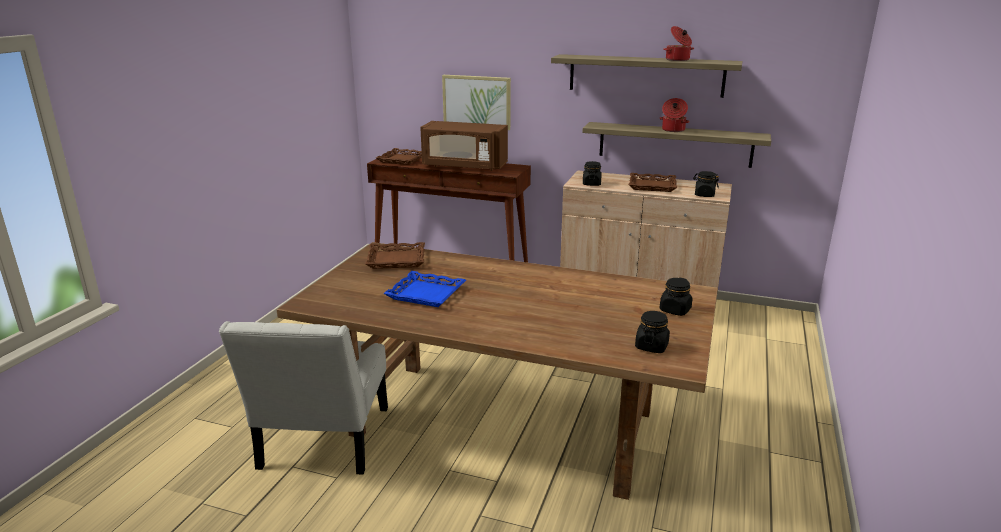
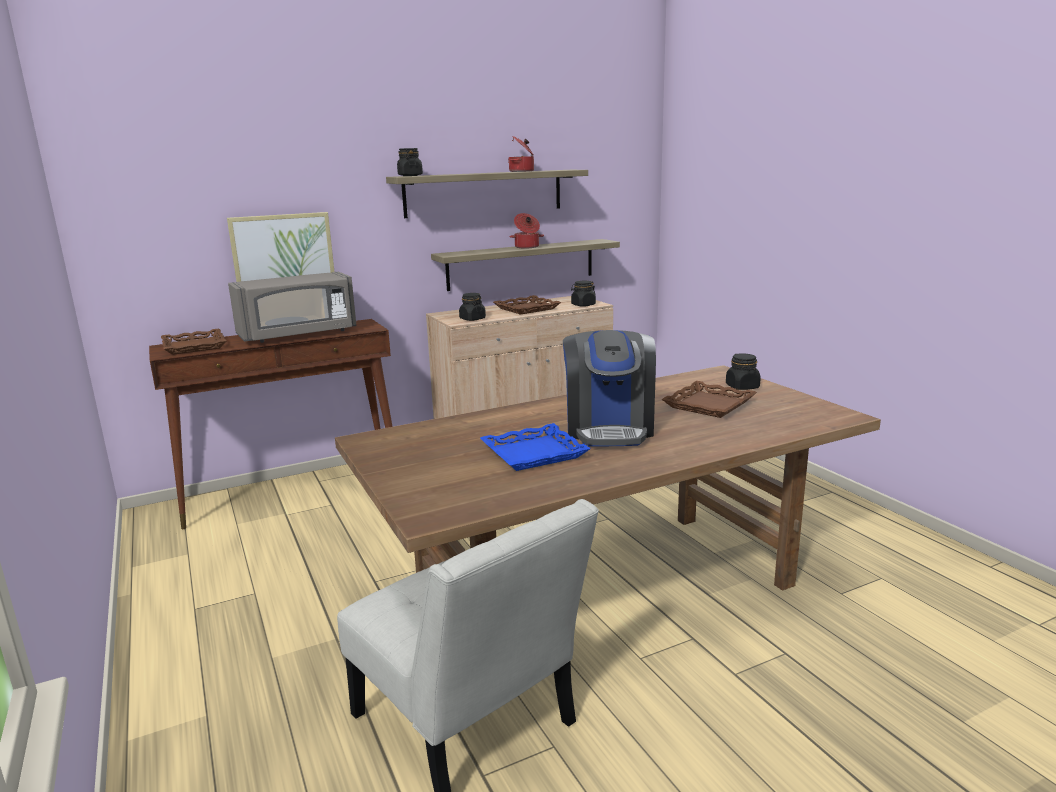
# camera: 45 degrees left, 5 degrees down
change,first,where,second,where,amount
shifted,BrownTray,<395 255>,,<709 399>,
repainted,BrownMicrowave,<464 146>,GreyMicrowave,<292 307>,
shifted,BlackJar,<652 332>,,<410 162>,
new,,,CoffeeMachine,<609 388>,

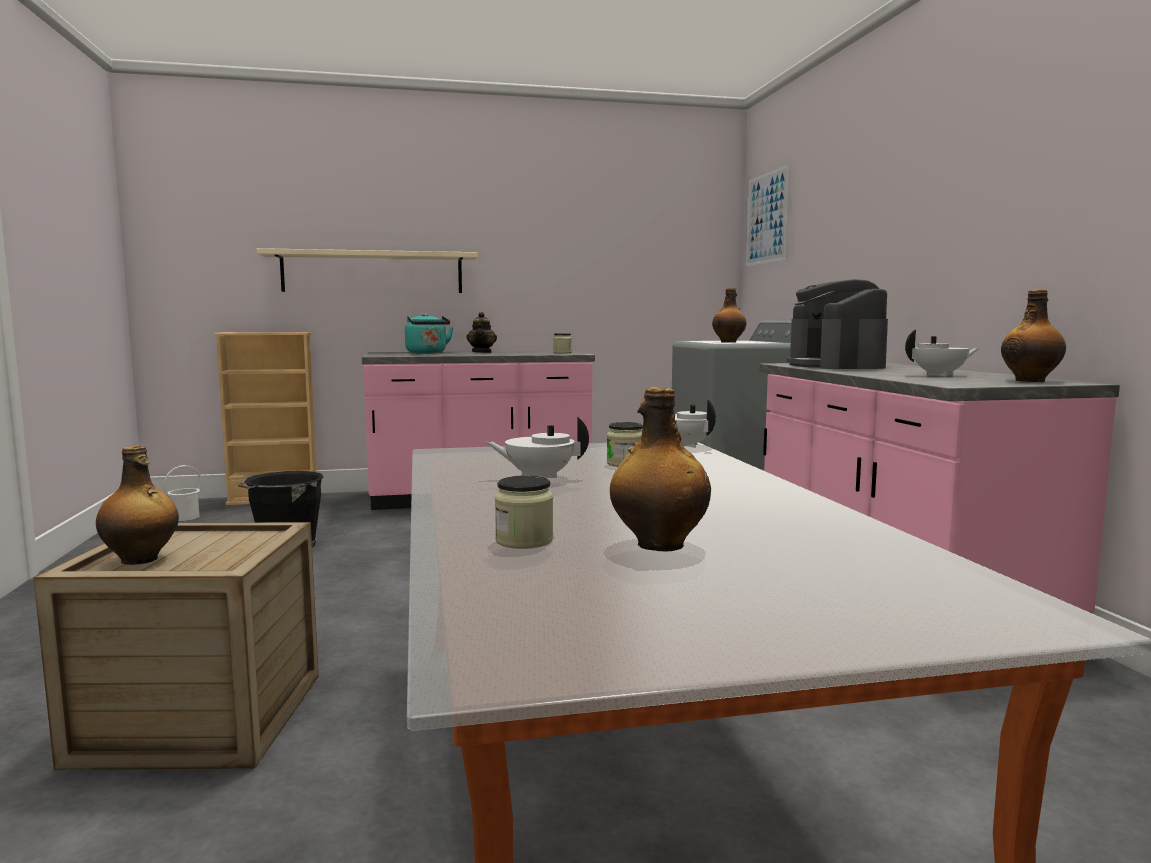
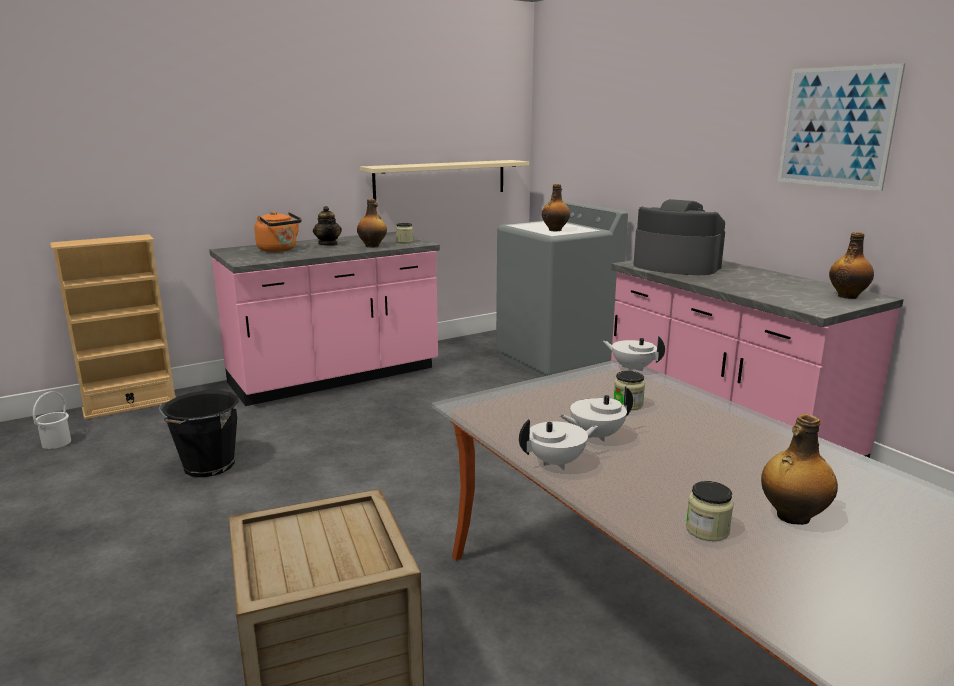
# camera: 20 degrees left, 10 degrees up
change,first,where,second,where,amount
shifted,Bottle,<137 505>,,<372 223>,
shifted,BeigeShelf,<367 270>,,<444 180>,
repainted,TurquoiseKettle,<429 333>,OrangeKettle,<278 231>,
shifted,Picture,<768 215>,,<841 127>,
rotated,CoffeeMachine,<837 324>,,<679 237>,150 degrees clockwise
shifted,WhiteTeapot,<942 353>,,<558 444>,

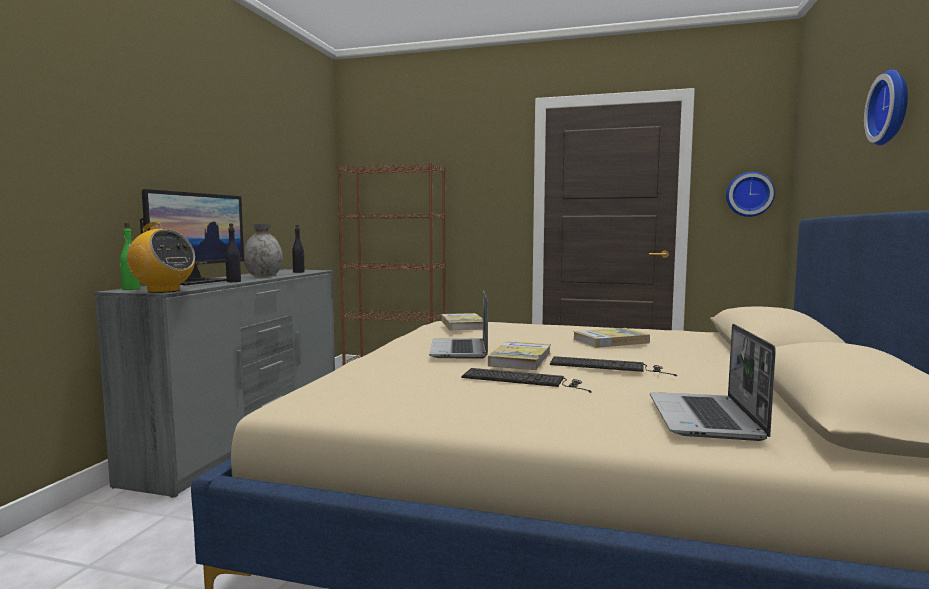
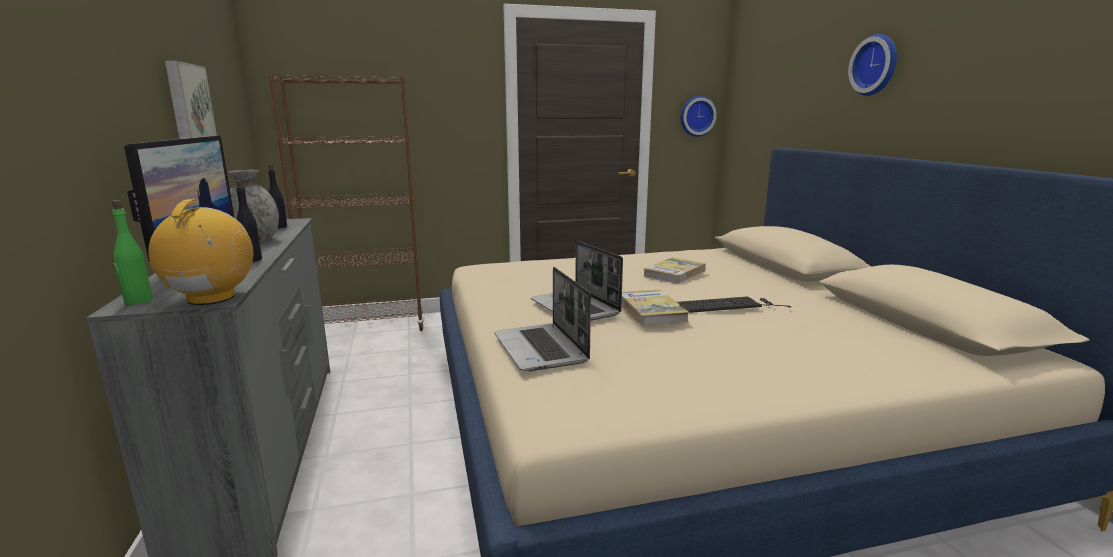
# camera: 30 degrees left, 10 degrees up
change,first,where,second,where,amount
rotated,Radio,<159 257>,,<200 252>,90 degrees counterclockwise
gone,Book,<462 322>,,,
gone,Keyboard,<526 380>,,,
shifted,Laptop,<713 382>,,<542 319>,
new,,,Picture,<191 100>,

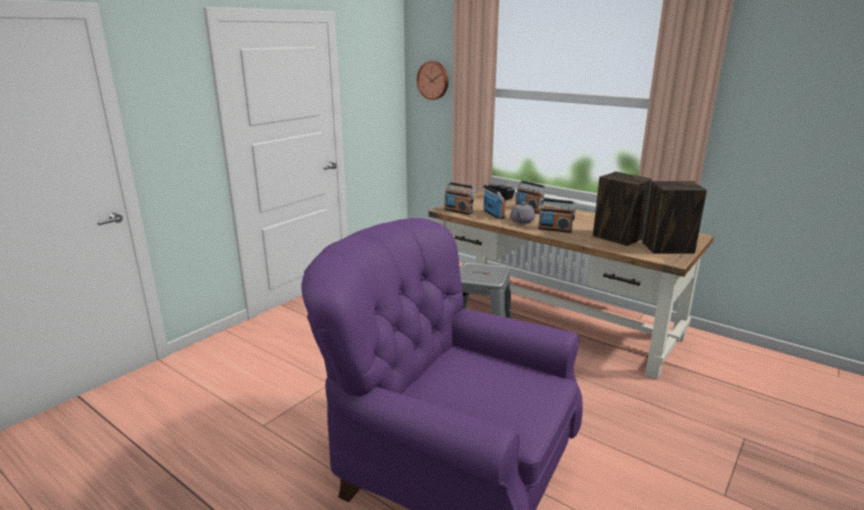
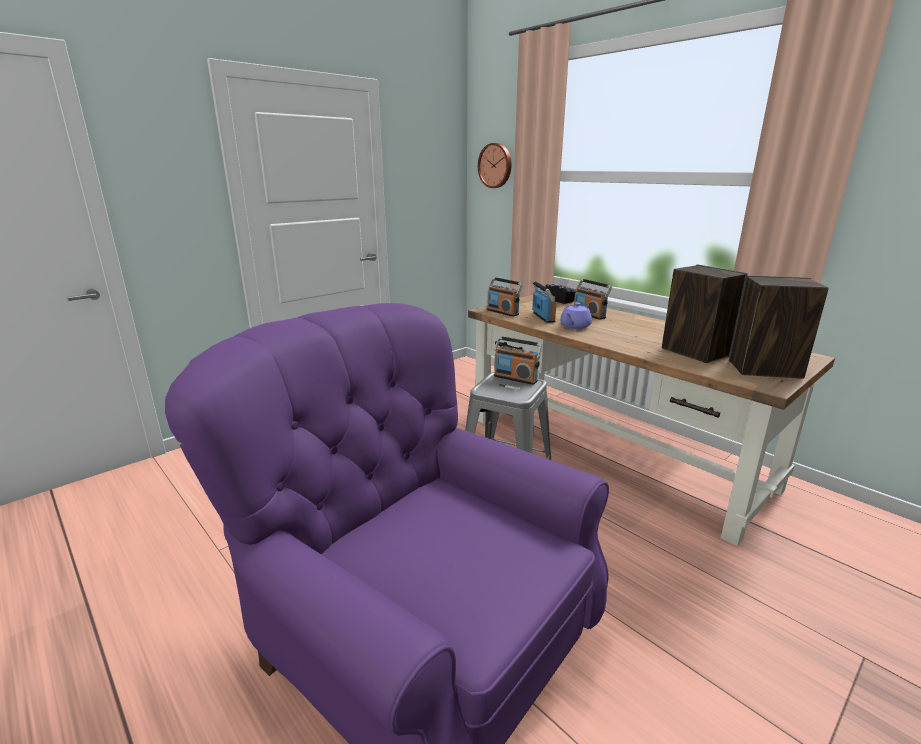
# camera: 10 degrees right, 0 degrees up
change,first,where,second,where,amount
repainted,GreyTeapot,<522 213>,PurpleTeapot,<576 316>,
shifted,Radio,<557 215>,,<518 360>,

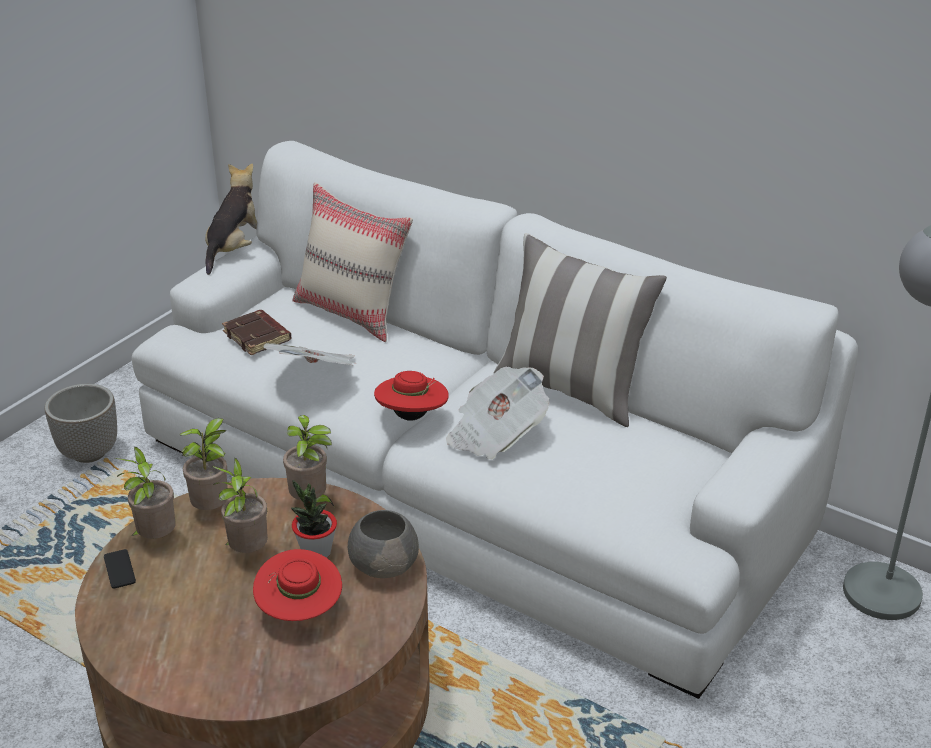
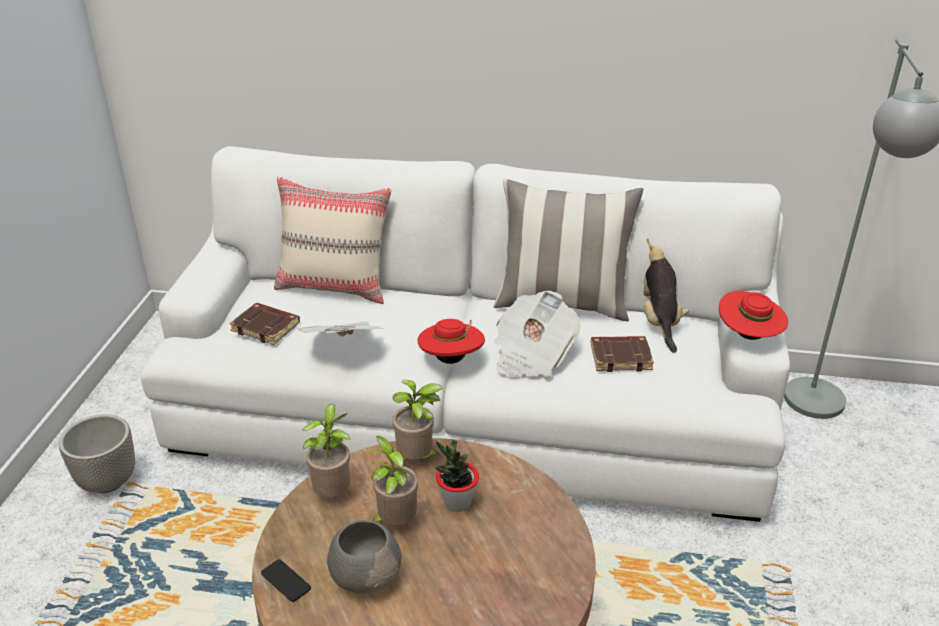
# camera: 25 degrees left, 0 degrees up
change,first,where,second,where,amount
gone,PottedPlant,<145 493>,,,
shifted,PlushToy,<231 219>,,<666 295>,
shifted,RedHat,<297 585>,,<753 315>,
shifted,GreyBowl,<383 544>,,<364 557>,
new,,,BrownBook,<622 354>,

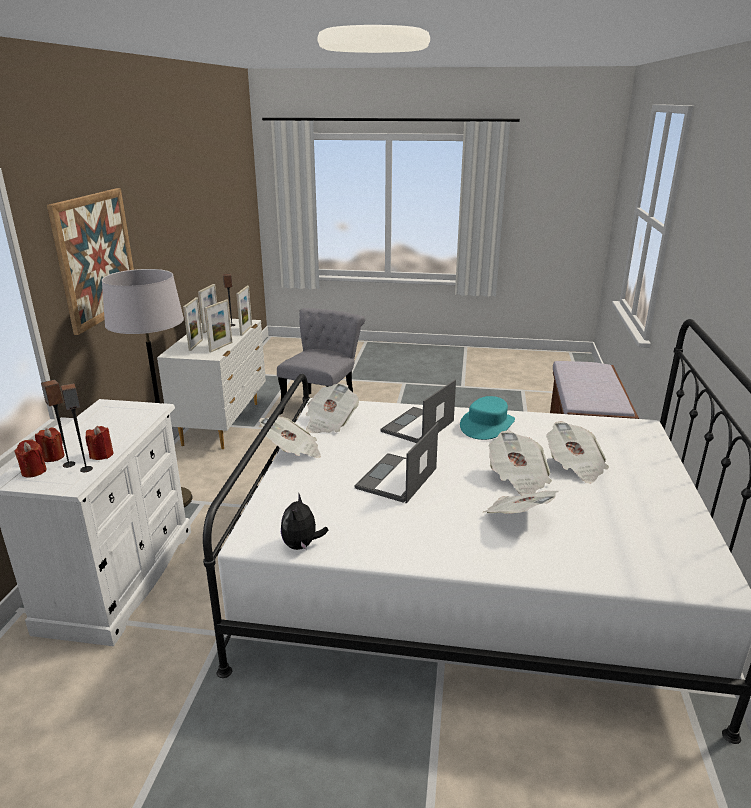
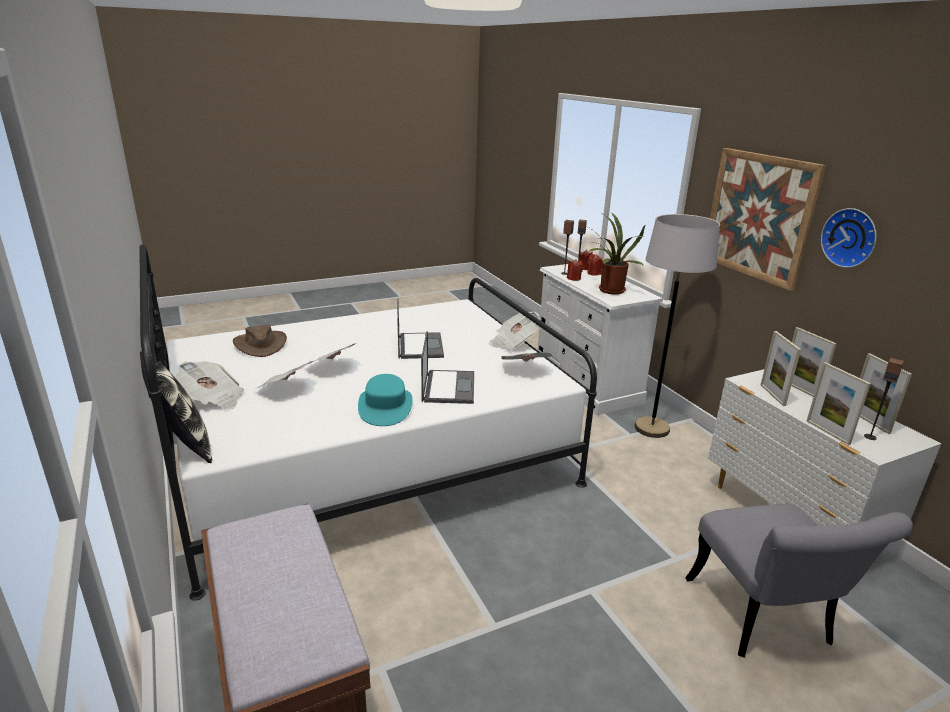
# camera: 145 degrees right, 0 degrees up
change,first,where,second,where,amount
gone,PlushToy,<304 521>,,,
shifted,Newspaper,<520 502>,,<209 385>,
new,,,Pillow,<176 407>,
new,,,BrownHat,<260 341>,
new,,,PottedPlant,<615 253>,
new,,,WallClock,<849 238>,

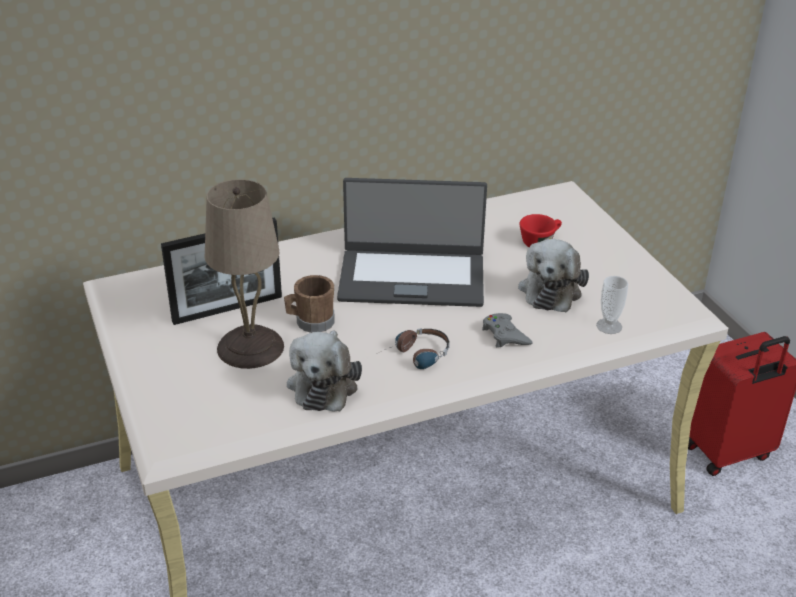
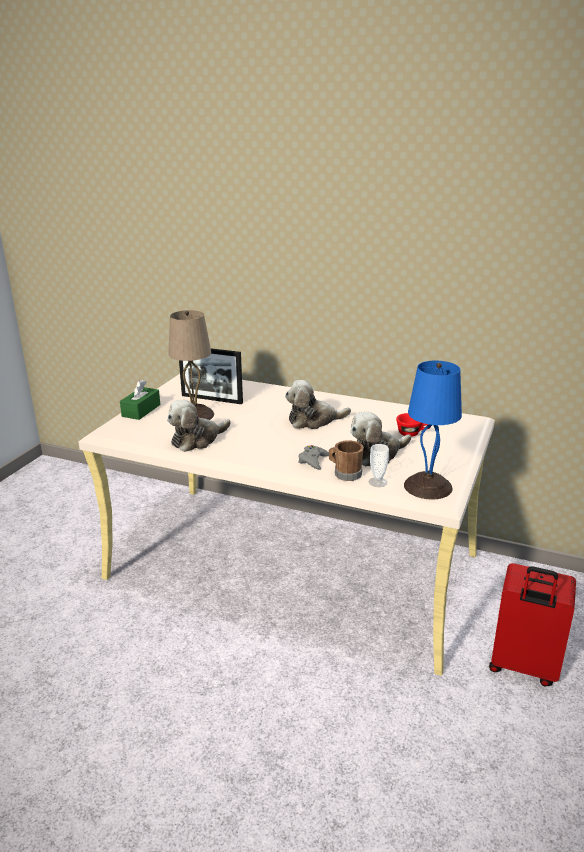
# camera: 45 degrees right, 10 degrees down
change,first,where,second,where,amount
shifted,BrownMug,<309 304>,,<346 460>,
swapped,Laptop,<412 242>,PlushToy,<318 404>,
gone,Headphones,<413 348>,,,
new,,,GreenTissueBox,<140 400>,
new,,,BlueTableLamp,<433 430>,

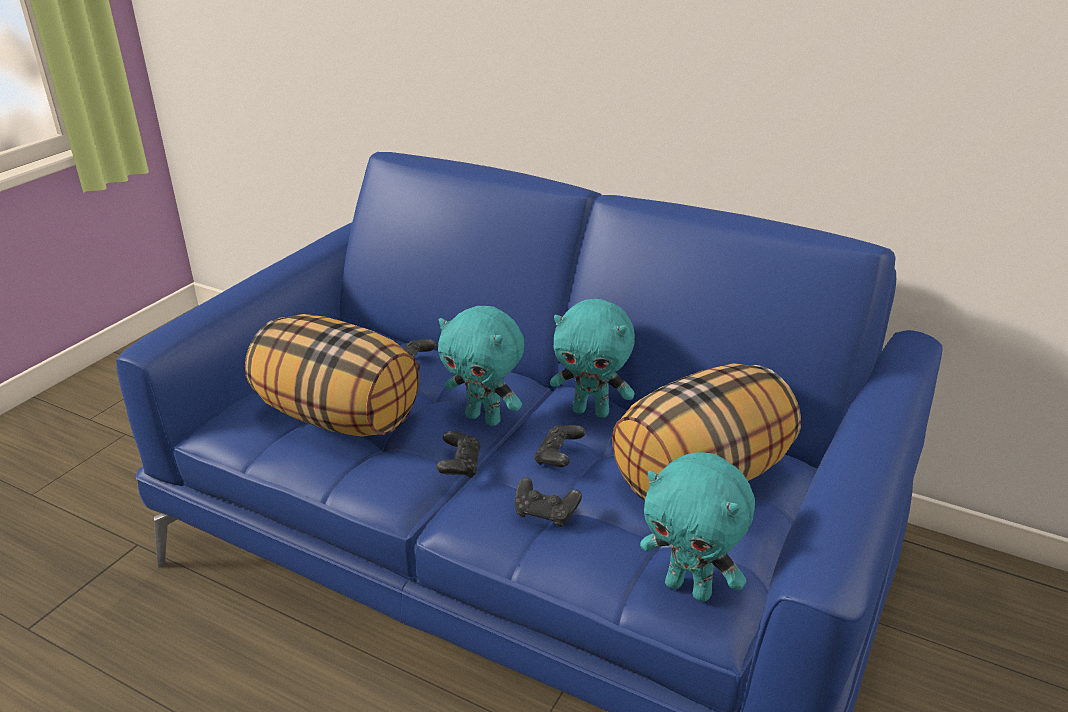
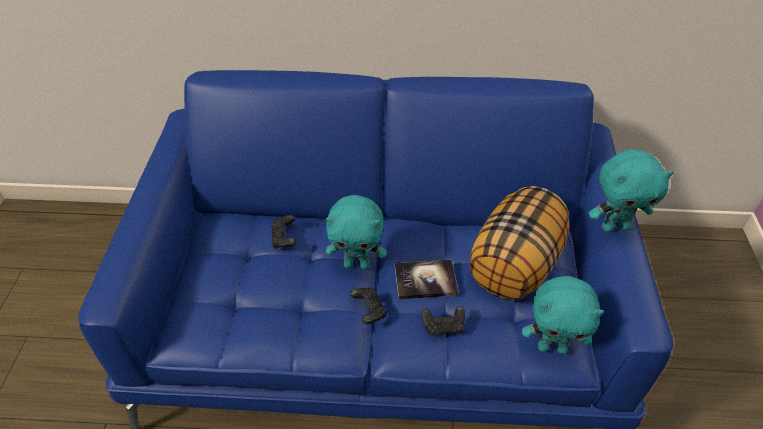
# camera: 25 degrees left, 15 degrees up
change,first,where,second,where,amount
gone,Pillow,<332 375>,,,
swapped,BlackGameController,<560 446>,Book,<427 279>,
shifted,TurquoisePlushToy,<592 358>,,<631 190>,

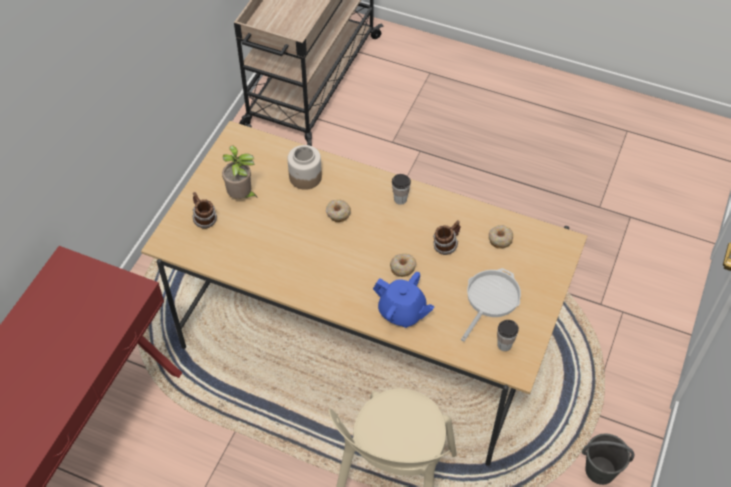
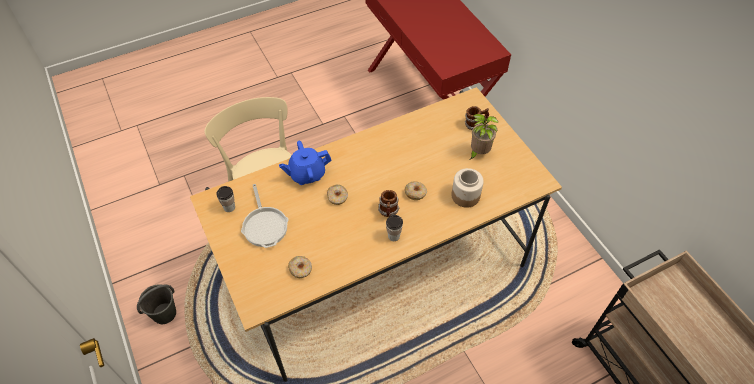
# camera: 130 degrees right, 0 degrees up
change,first,where,second,where,amount
shifted,Mug,<446 237>,,<388 203>,

